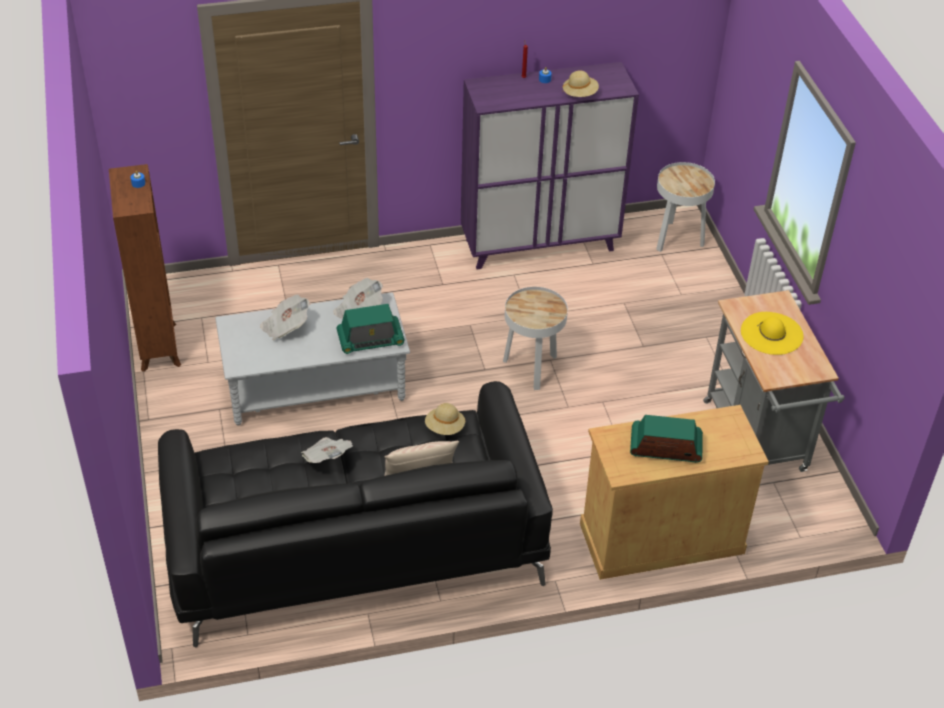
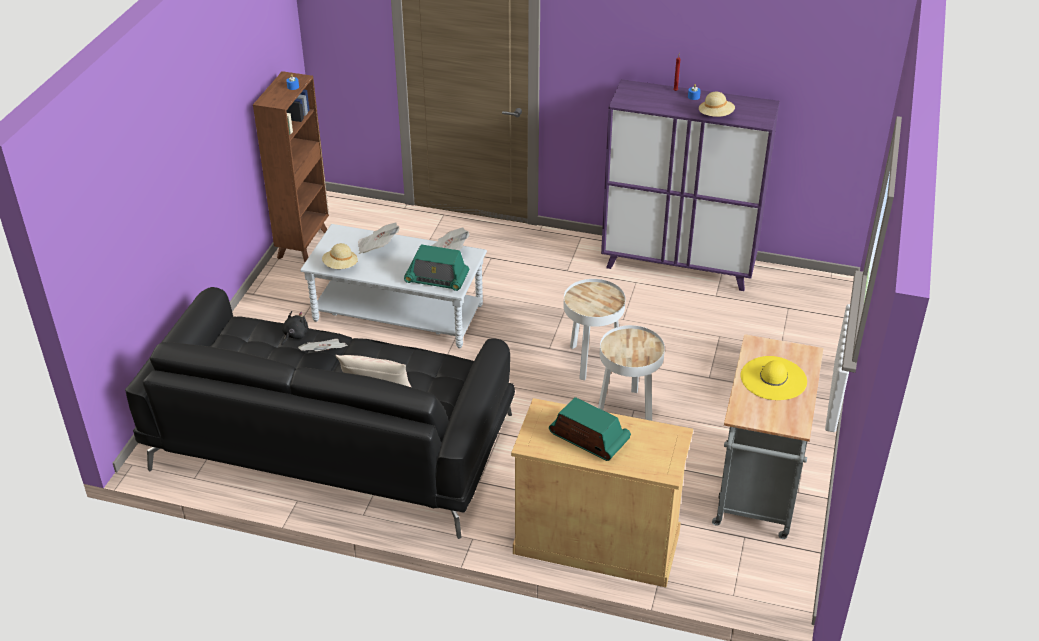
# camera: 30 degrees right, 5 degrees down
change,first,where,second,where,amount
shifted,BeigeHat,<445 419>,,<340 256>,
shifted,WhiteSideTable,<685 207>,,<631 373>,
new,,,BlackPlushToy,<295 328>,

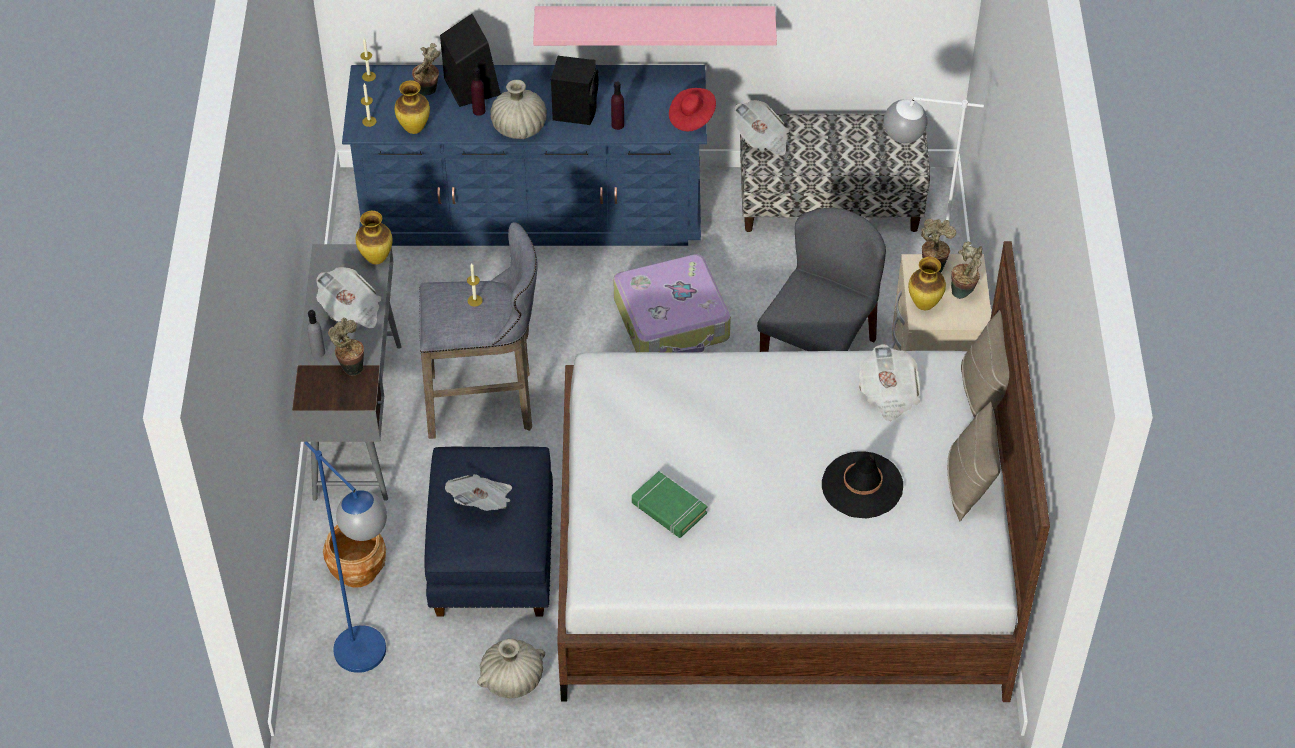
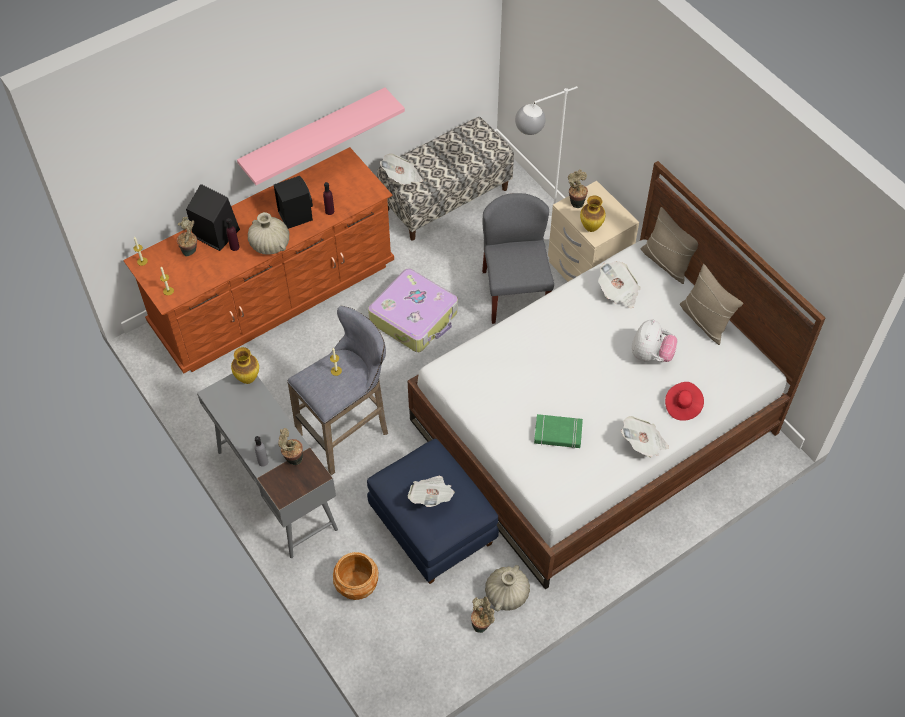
# camera: 35 degrees left, 5 degrees up
change,first,where,second,where,amount
gone,BlueFloorLamp,<346 557>,,,
shifted,Newspaper,<348 297>,,<645 436>,
repainted,BlueDresser,<524 155>,BrownDresser,<258 260>,
gone,Vase,<412 107>,,,
shifted,RedHat,<692 109>,,<684 401>,
swapped,BlackHat,<862 484>,PlushToy,<655 341>,
shifted,PottedPlant,<966 270>,,<483 615>,

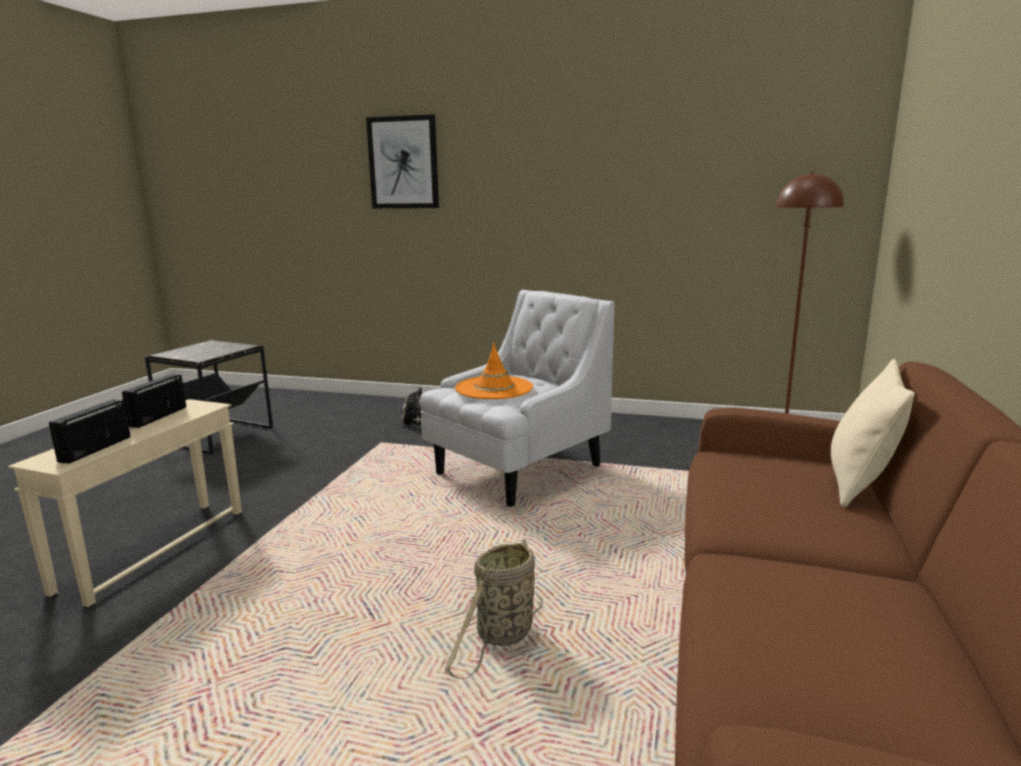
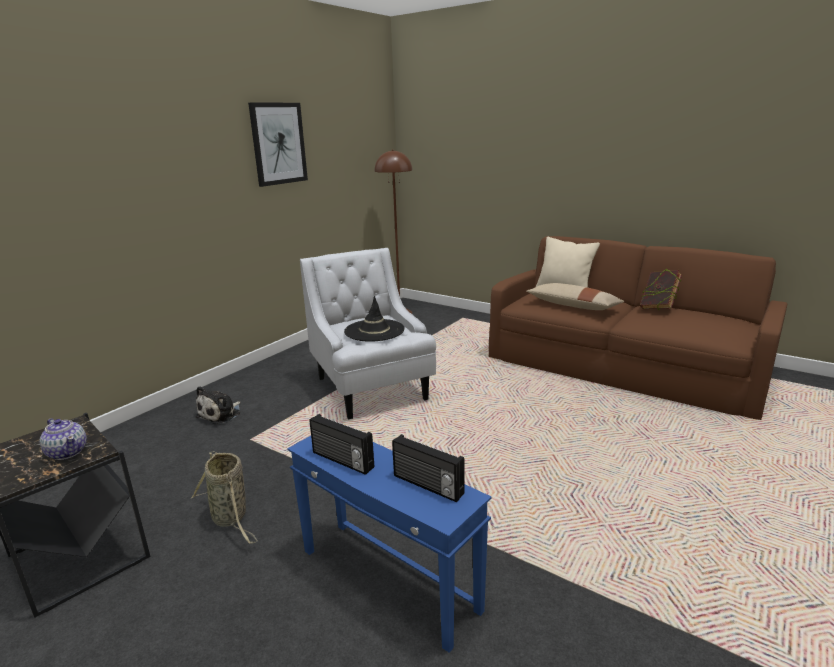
# camera: 70 degrees left, 5 degrees up
change,first,where,second,where,amount
repainted,BeigeSideTable,<125 503>,BlueSideTable,<389 544>,
shifted,Picture,<402 161>,,<278 145>,
shifted,Basket,<494 608>,,<224 497>,
repainted,OrangeHat,<494 371>,BlackHat,<374 319>,
new,,,Teapot,<63 439>,
new,,,BeigePillow,<575 296>,
new,,,Book,<661 289>,

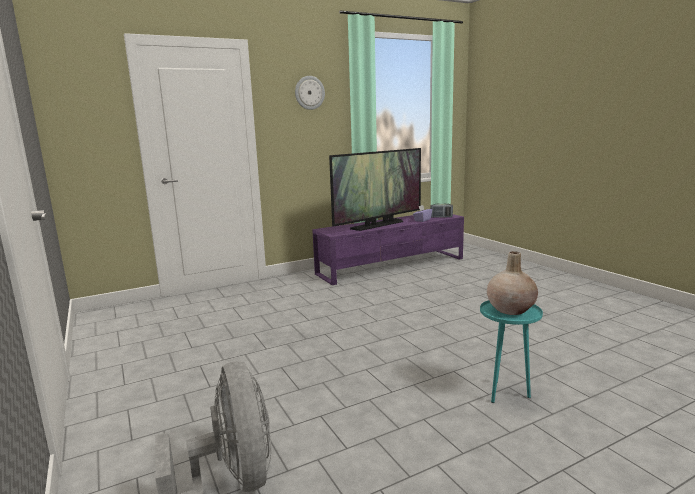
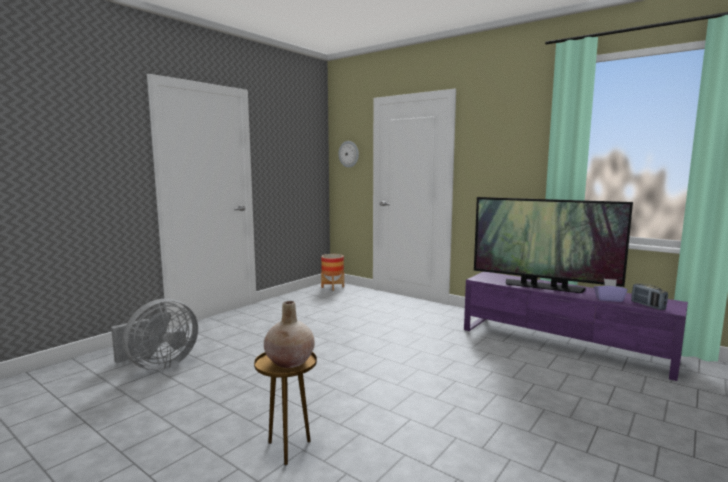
# camera: 65 degrees right, 5 degrees down
change,first,where,second,where,amount
shifted,WallClock,<310 93>,,<348 154>,
repainted,TurquoiseSideTable,<511 351>,BrownSideTable,<285 408>,
new,,,Planter,<332 272>,

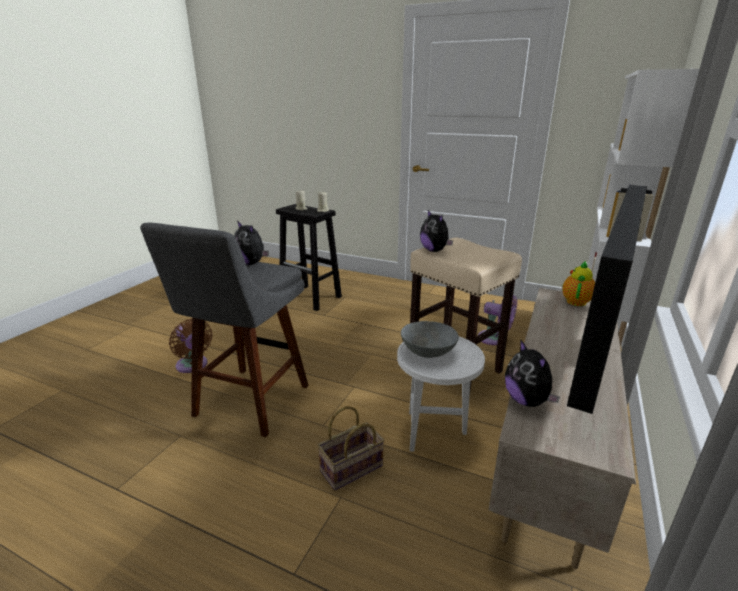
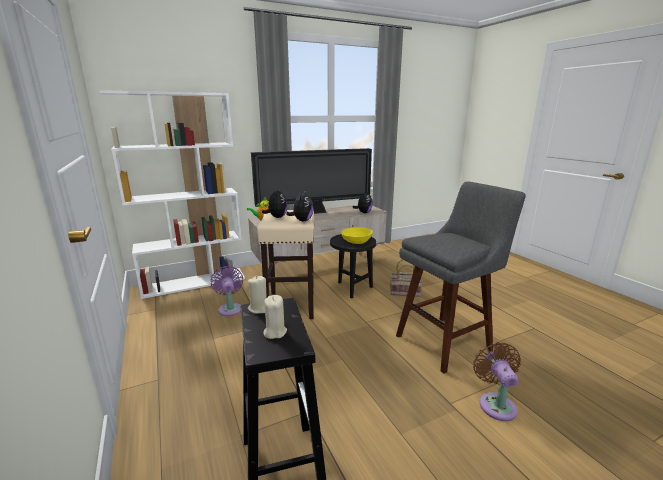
# camera: 140 degrees left, 5 degrees down
change,first,where,second,where,amount
shifted,PlushToy,<251 243>,,<275 203>,
repainted,WhiteSideTable,<441 394>,BlackSideTable,<353 266>,
repainted,GreyBowl,<430 339>,YellowBowl,<357 235>,

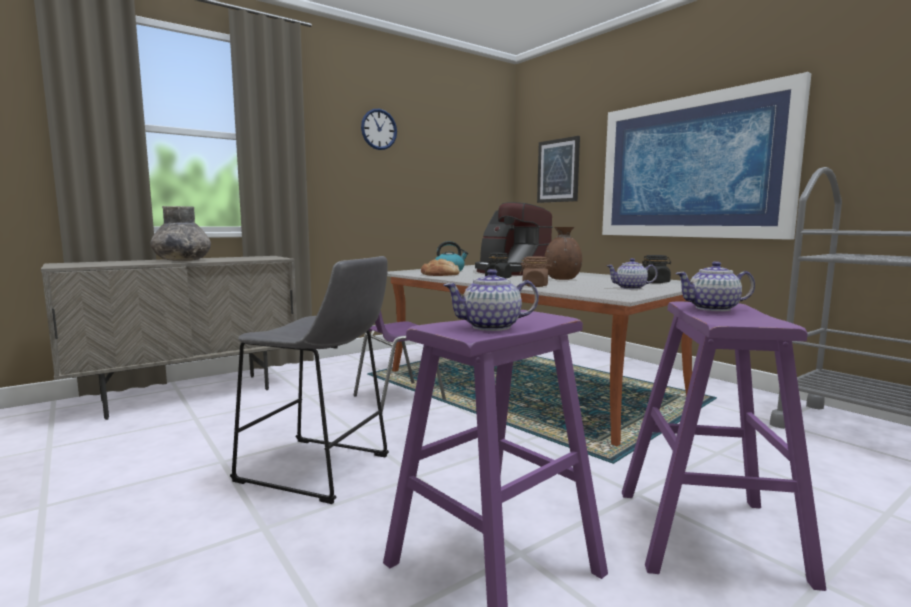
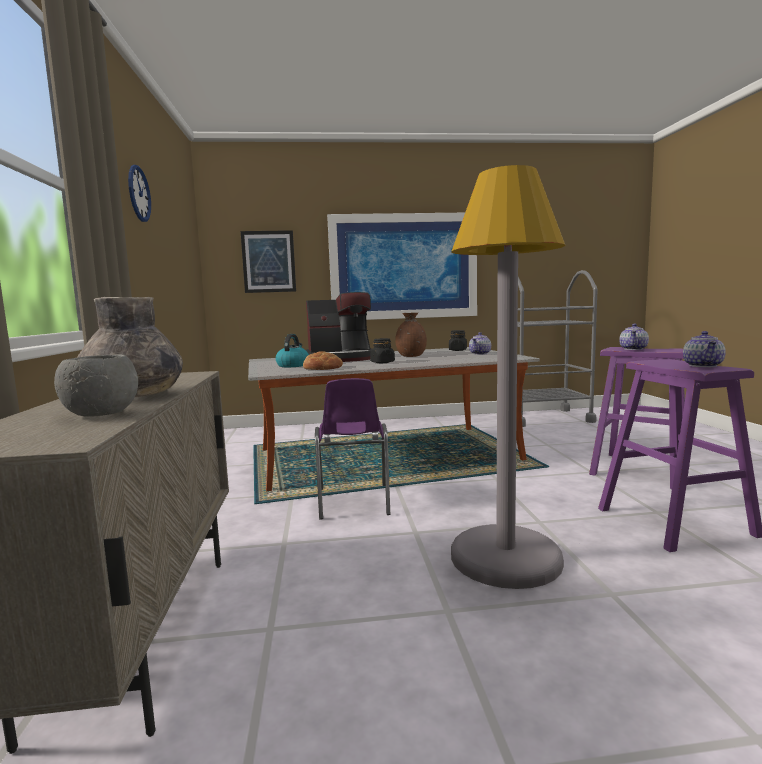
# camera: 60 degrees left, 0 degrees up
change,first,where,second,where,amount
swapped,GreyStool,<309 380>,GreyFloorLamp,<508 377>,
gone,BrownJar,<536 271>,,,
new,,,GreyBowl,<96 386>,

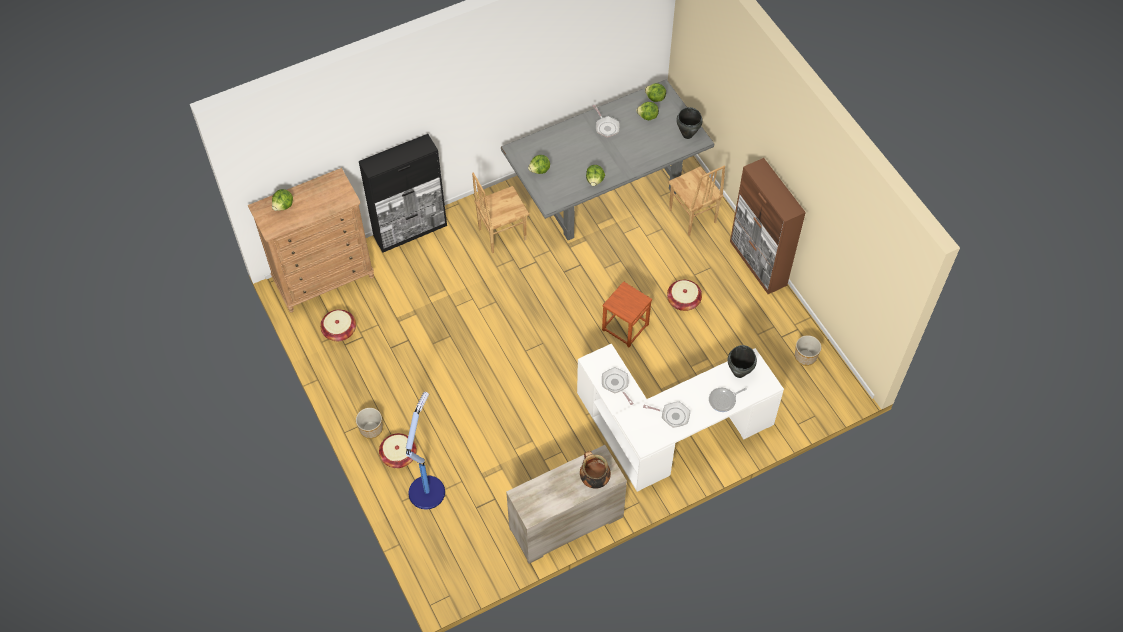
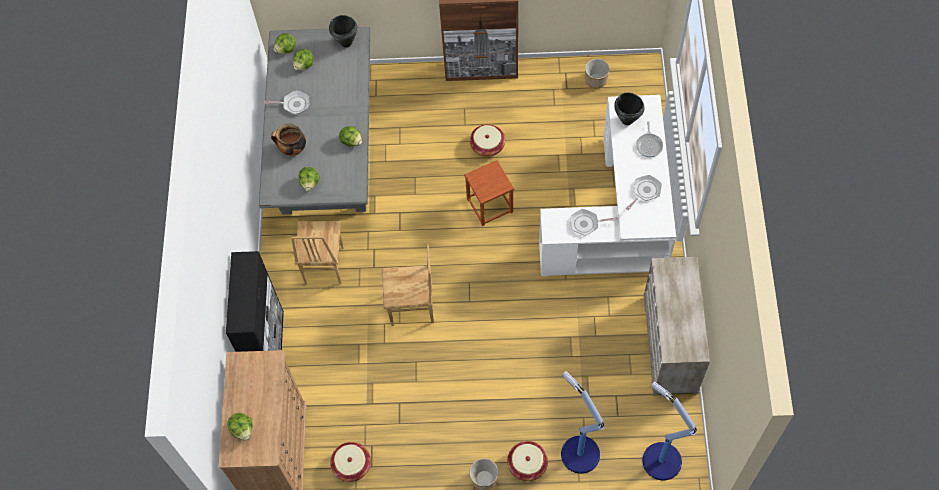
# camera: 60 degrees left, 5 degrees up
change,first,where,second,where,amount
shifted,CookingPot,<595 470>,,<288 139>,
shifted,BrownChair,<696 200>,,<408 285>,
new,,,FloorLamp,<669 430>,

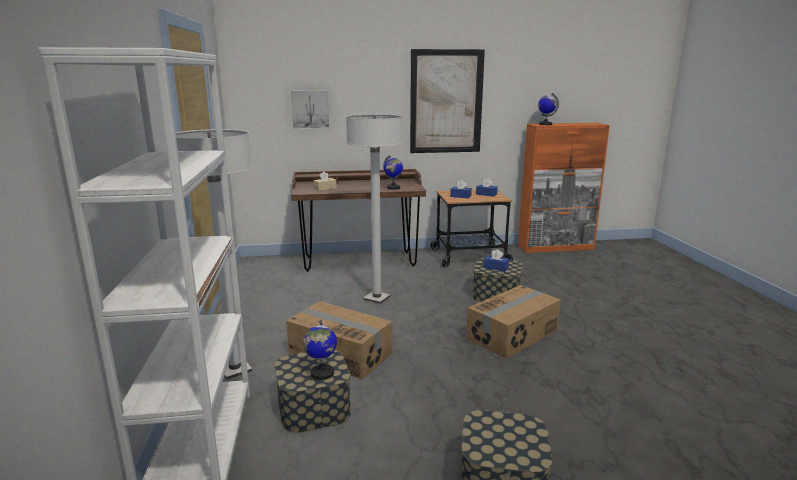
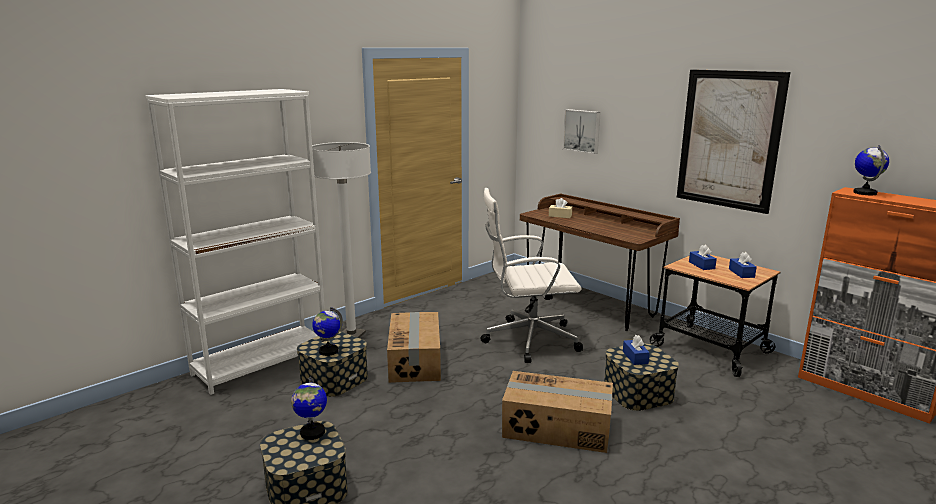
# camera: 55 degrees right, 0 degrees up
change,first,where,second,where,amount
swapped,WhiteFloorLamp,<374 209>,WhiteOfficeChair,<531 275>,
shifted,Globe,<393 172>,,<309 408>,

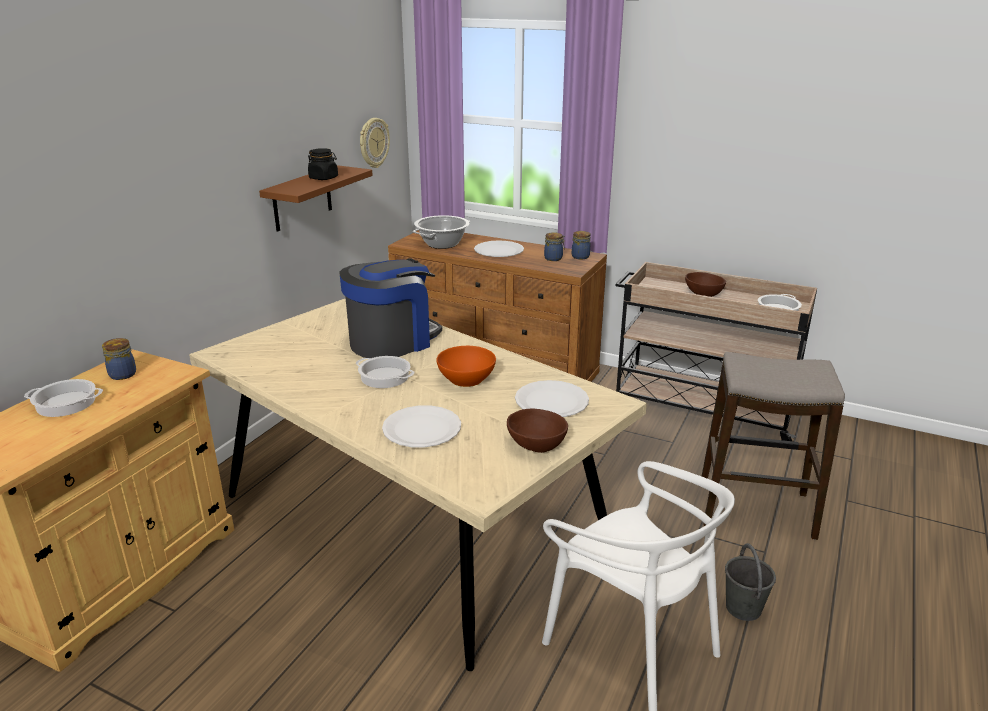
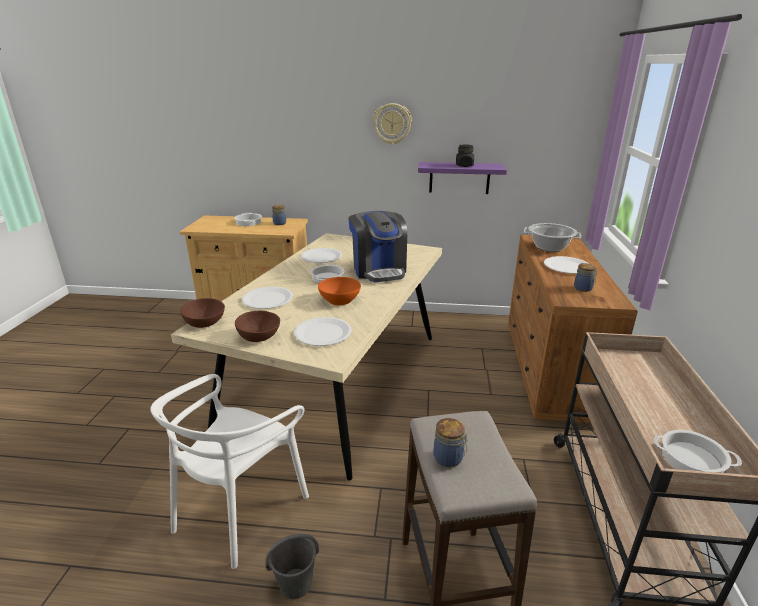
# camera: 70 degrees right, 0 degrees up
change,first,where,second,where,amount
repainted,BrownShelf,<316 198>,PurpleShelf,<462 178>,
rotated,CoffeeMachine,<391 308>,,<377 246>,45 degrees clockwise
shifted,WallClock,<375 143>,,<392 124>,
shifted,Jar,<581 245>,,<450 442>,
shifted,BrownBowl,<705 284>,,<202 313>,
new,,,WhitePlate,<321 255>,

